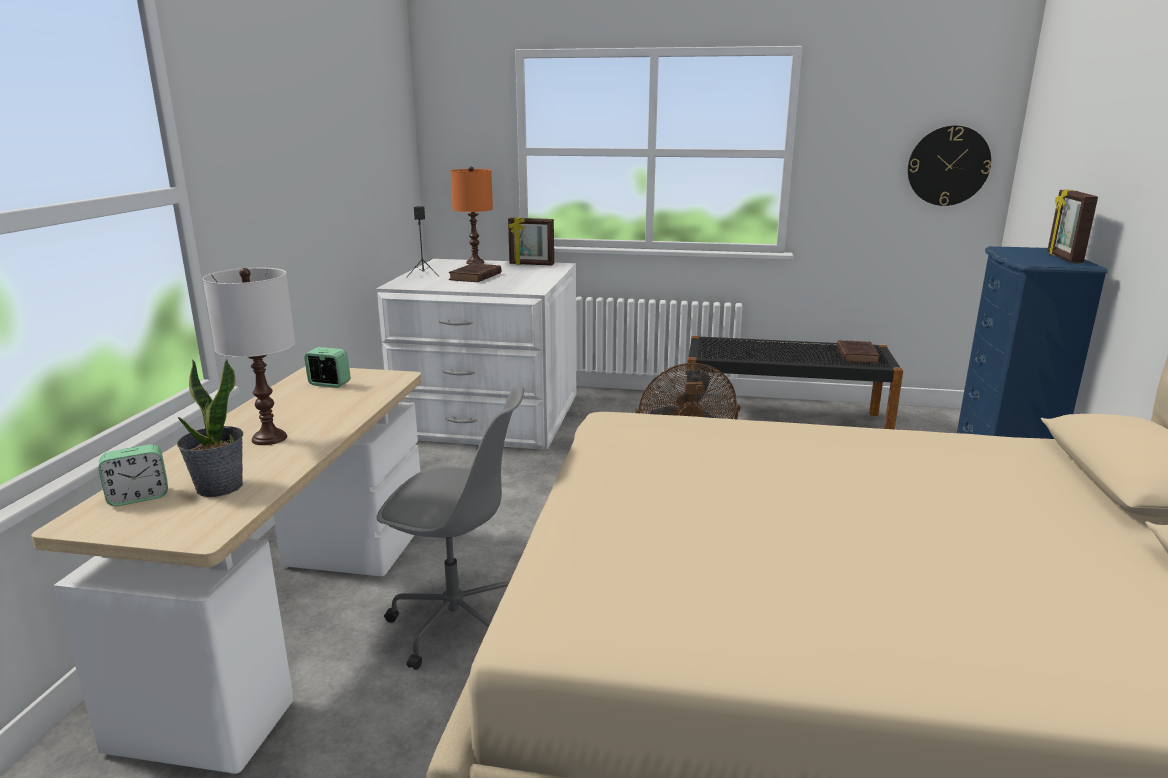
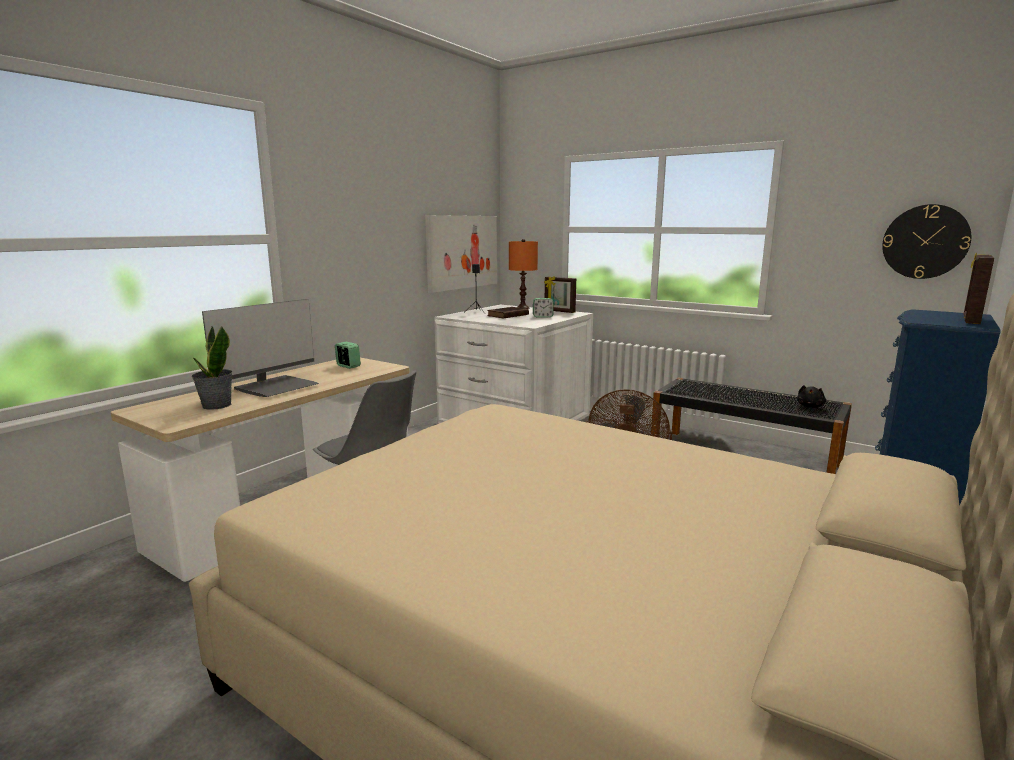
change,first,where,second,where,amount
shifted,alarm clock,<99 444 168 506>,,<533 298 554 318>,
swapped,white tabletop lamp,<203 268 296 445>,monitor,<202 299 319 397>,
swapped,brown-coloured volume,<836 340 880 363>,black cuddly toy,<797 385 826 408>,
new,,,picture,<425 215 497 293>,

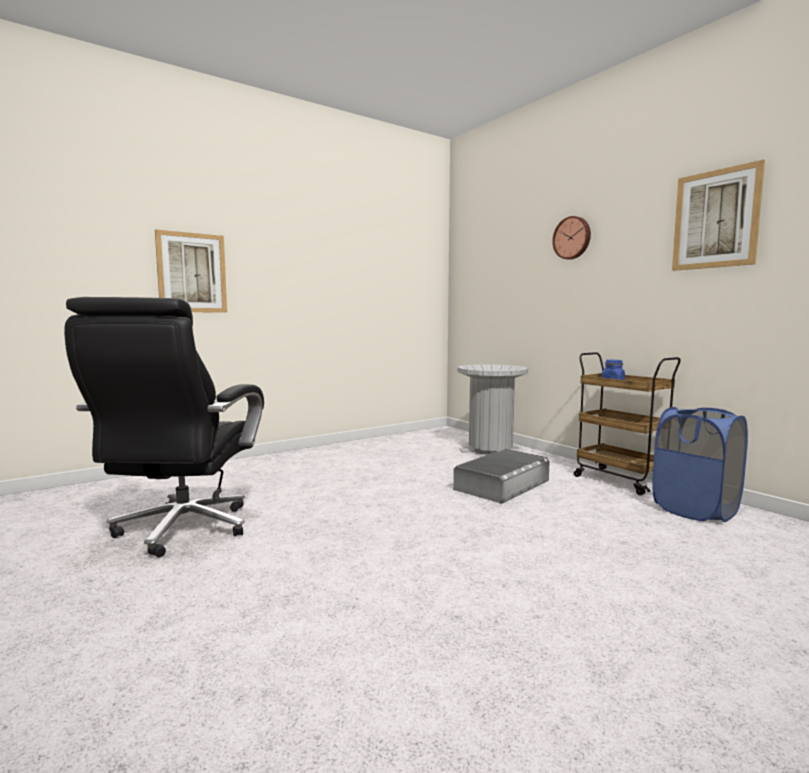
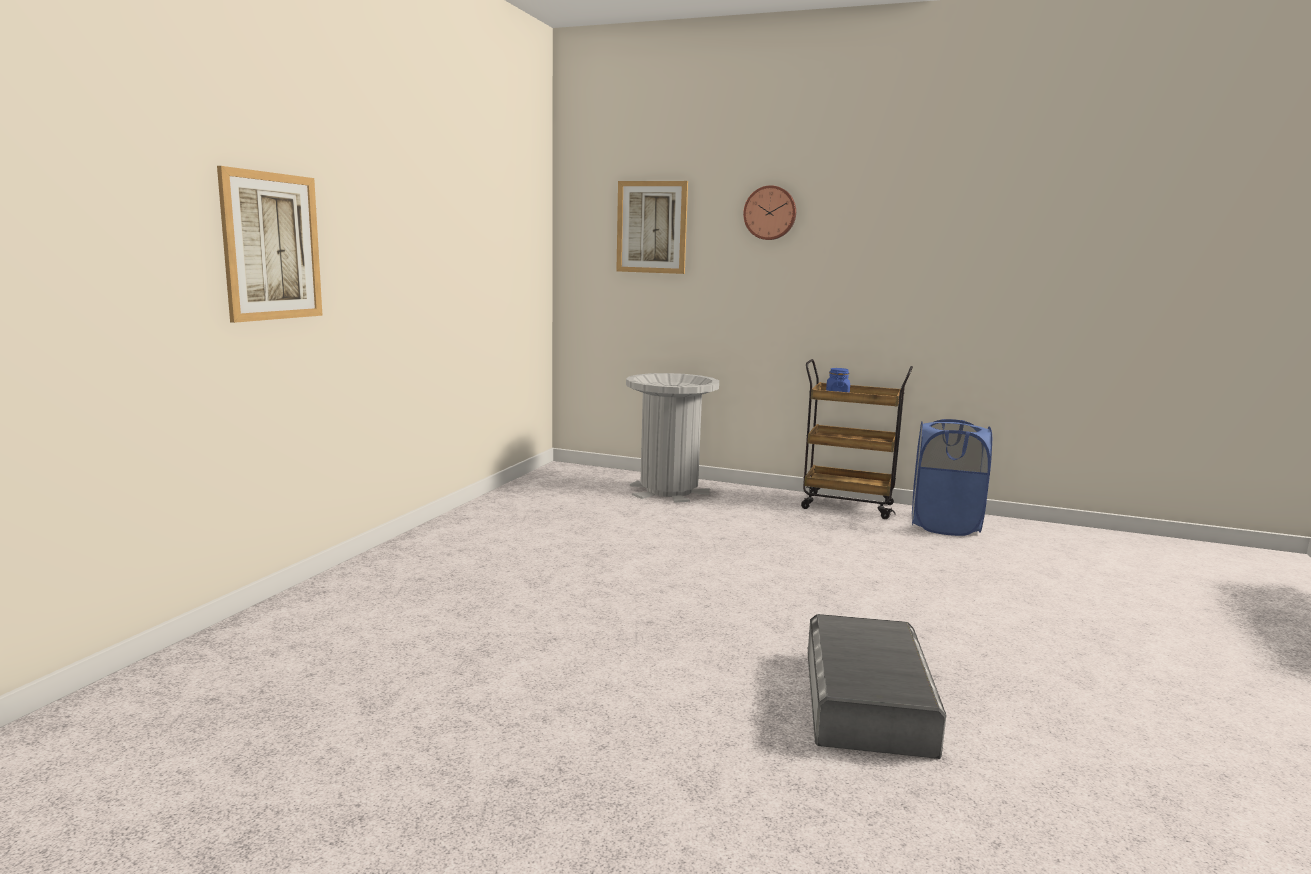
change,first,where,second,where,amount
gone,black computer chair,<64 297 264 557>,,,
shifted,gray storage bin,<453 449 550 504>,,<807 614 946 759>,
shifted,picture,<672 160 765 271>,,<616 181 688 274>,

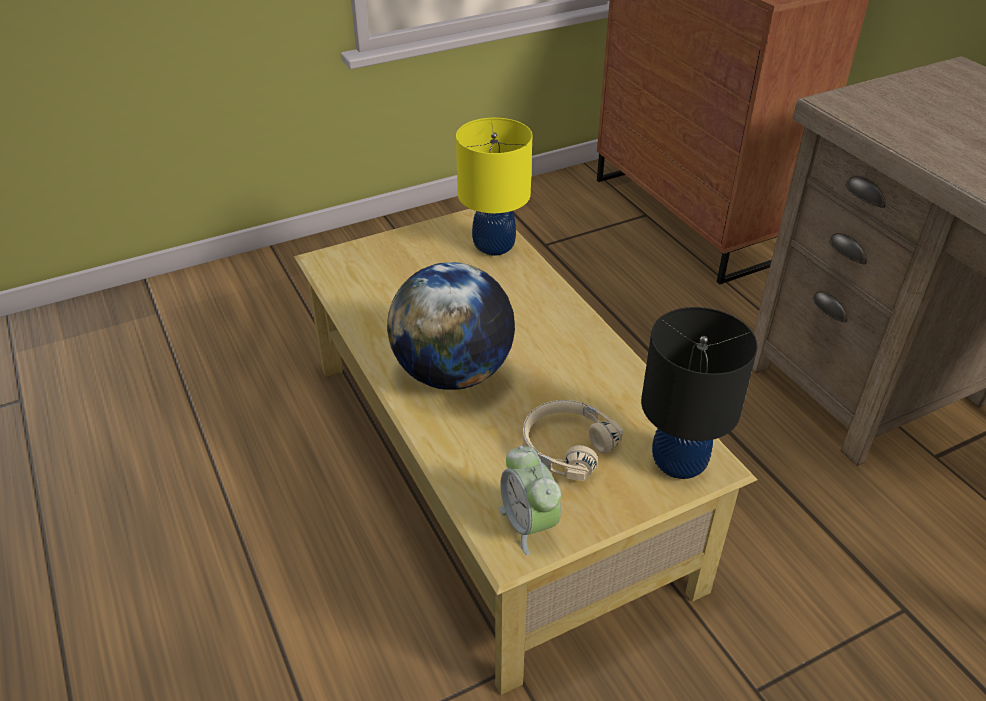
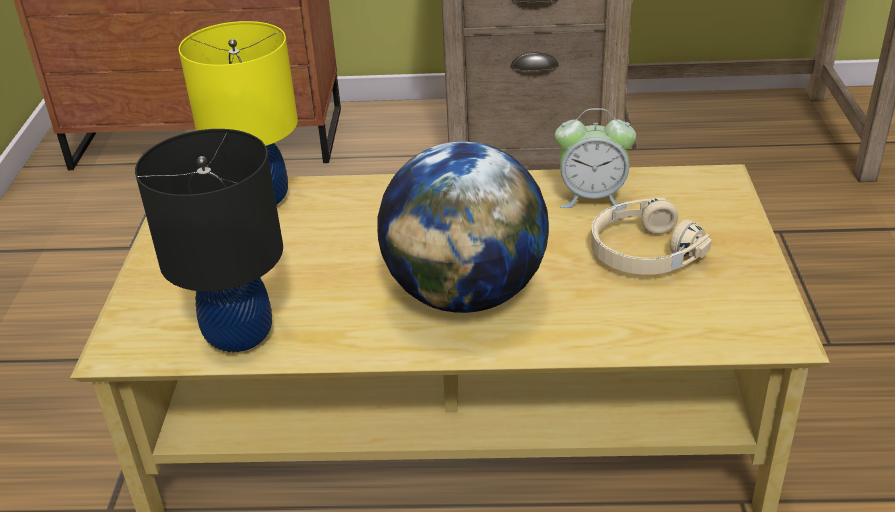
change,first,where,second,where,amount
shifted,alarm clock,<499 445 561 555>,,<555 108 636 208>,
shifted,black tabletop lamp,<641 307 757 479>,,<135 129 283 353>,

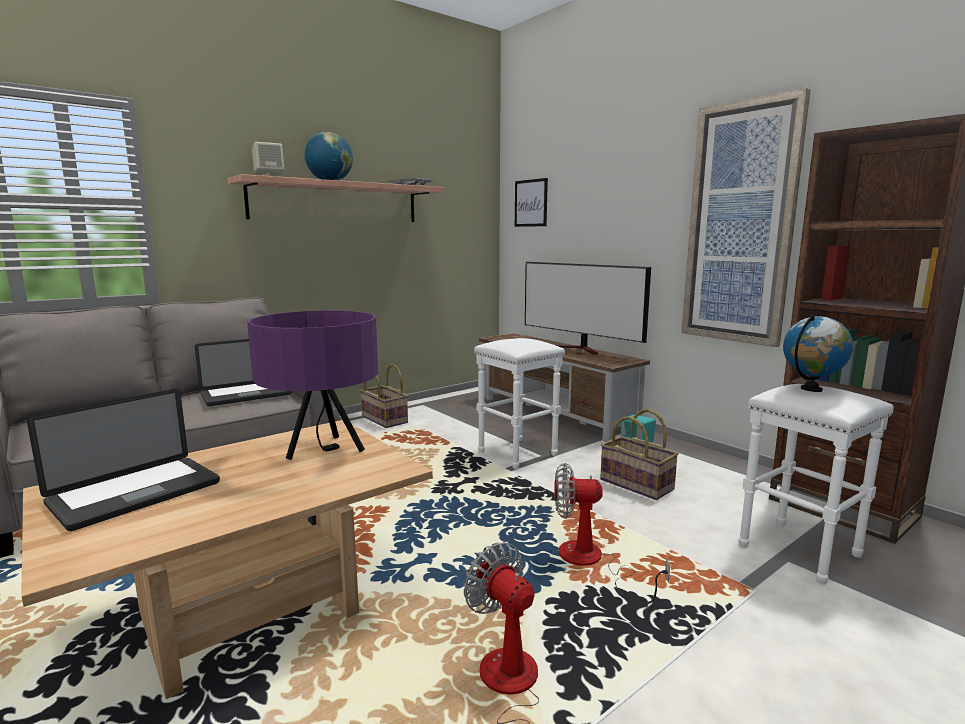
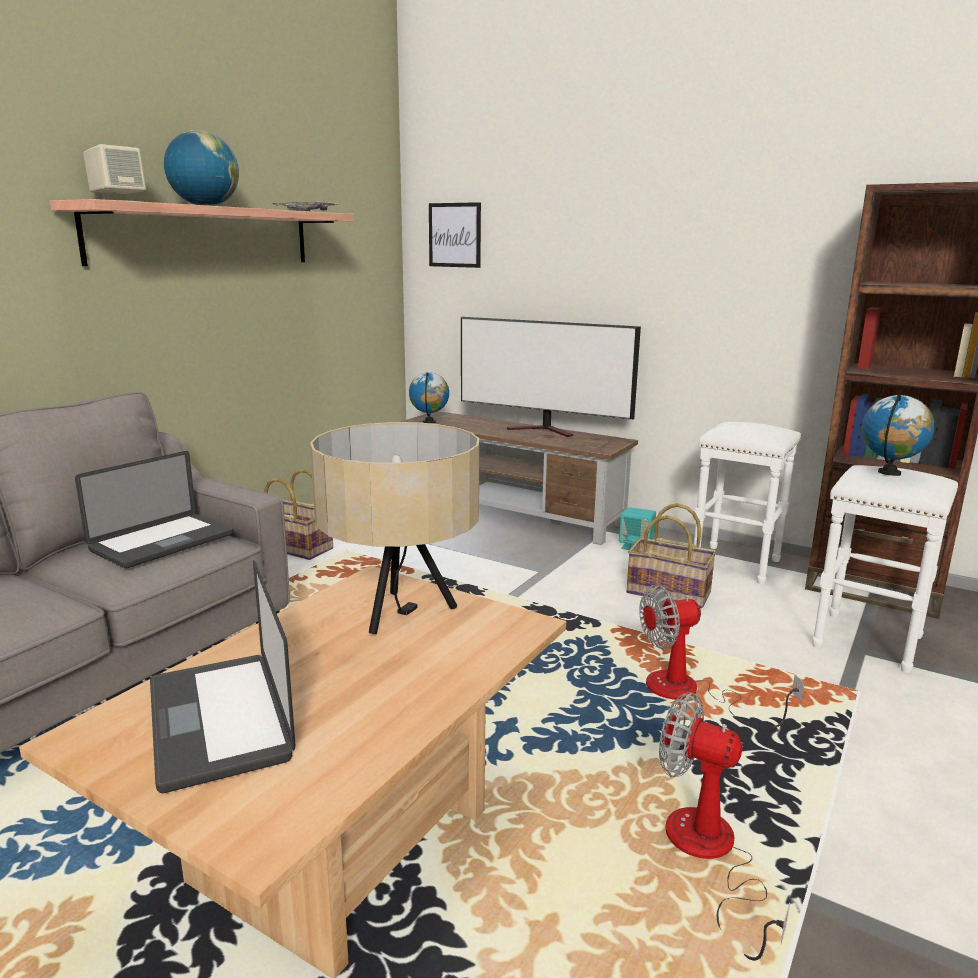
change,first,where,second,where,amount
rotated,laptop,<27 389 220 531>,,<150 560 295 793>,135 degrees clockwise
repainted,purple tabletop lamp,<247 310 378 460>,beige-coloured tabletop lamp,<310 422 479 634>,
shifted,white stool seat,<474 338 565 469>,,<694 422 801 584>,
gone,picture,<681 88 810 347>,,,
new,,,desk globe,<409 372 449 423>,

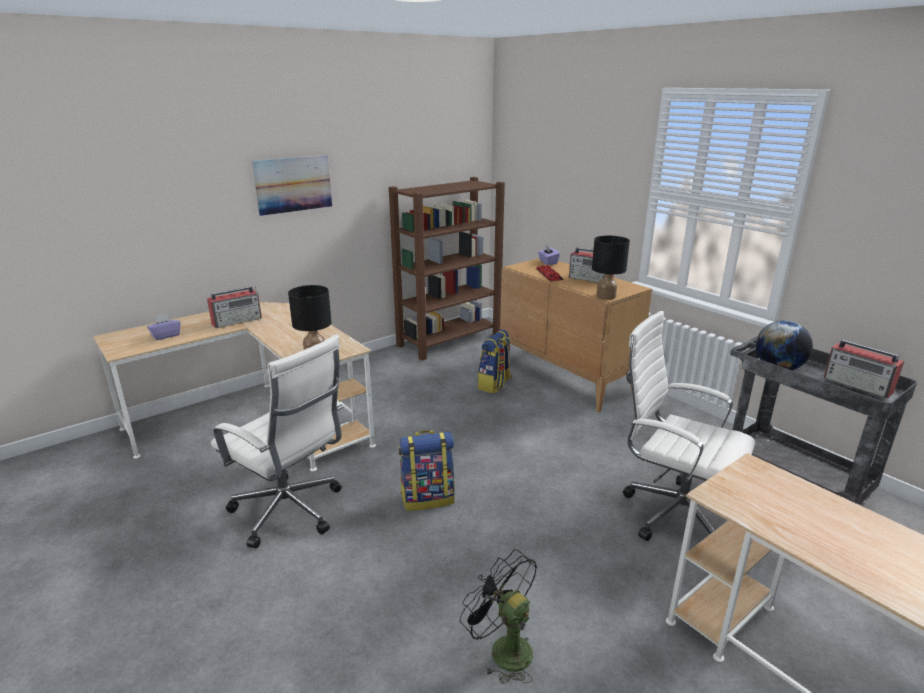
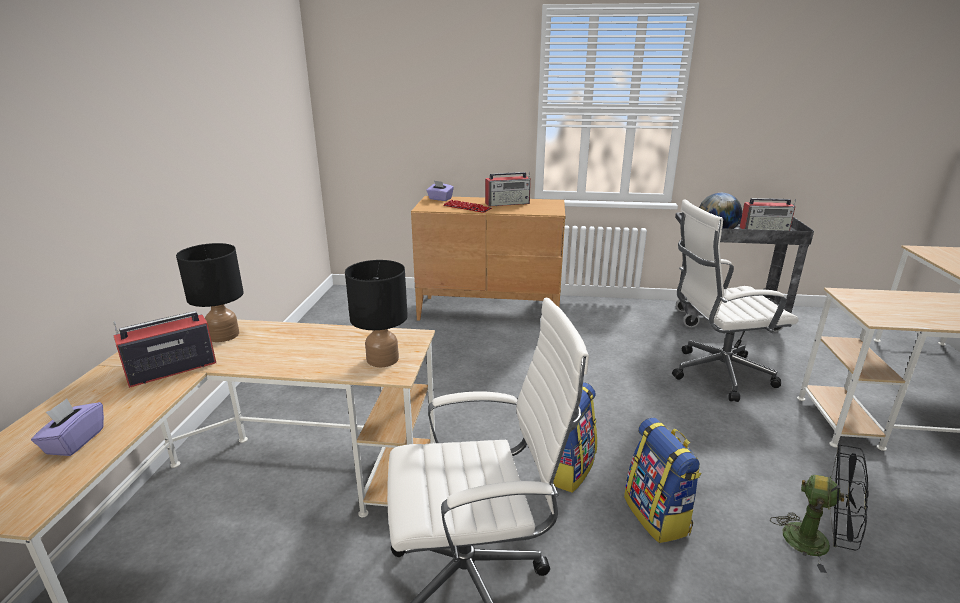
change,first,where,second,where,amount
rotated,radio receiver,<207 286 262 328>,,<113 311 216 388>,135 degrees counterclockwise
gone,picture,<252 155 332 216>,,,
gone,brown-coloured bookcase,<389 177 505 361>,,,
rotated,black cooling fan,<460 549 537 684>,,<770 444 869 573>,150 degrees counterclockwise
shifted,backpack,<478 330 512 394>,,<624 418 702 543>,
shifted,black tabletop lamp,<592 236 630 300>,,<176 243 244 342>,

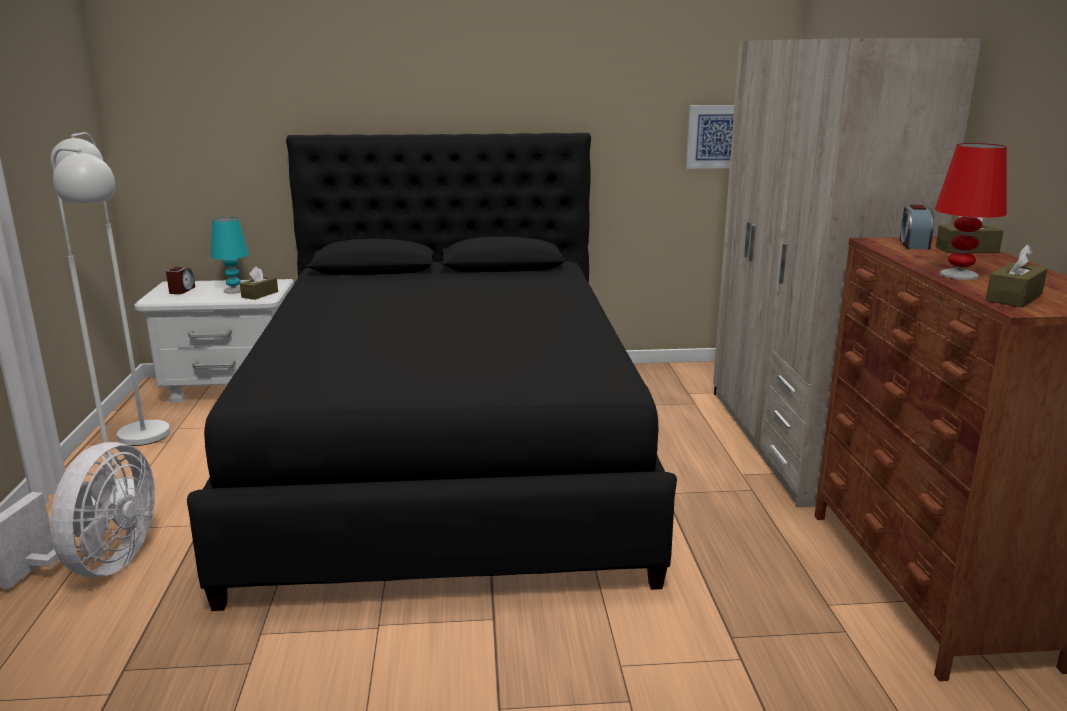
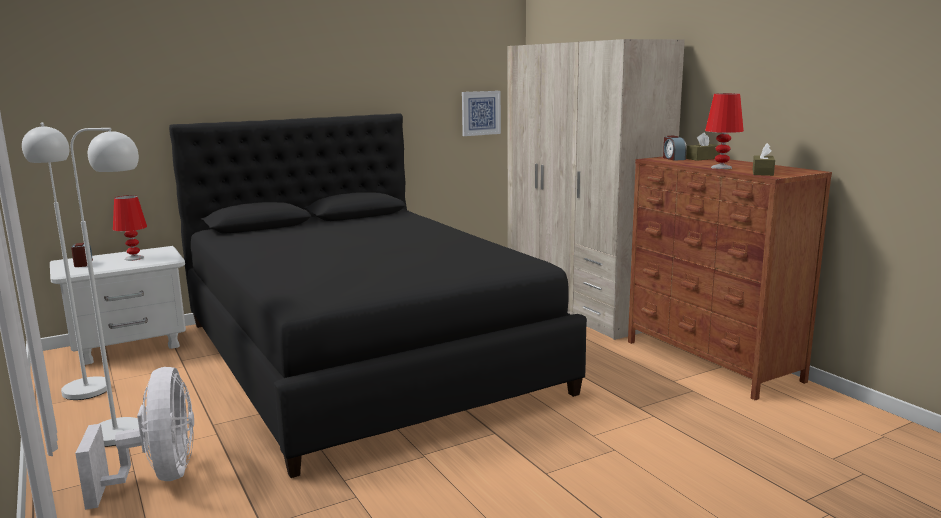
change,first,where,second,where,amount
repainted,turquoise-coloured tabletop lamp,<211 217 249 294>,red-coloured tabletop lamp,<113 195 147 261>,
gone,brown-coloured tissue holder,<240 266 278 300>,,,

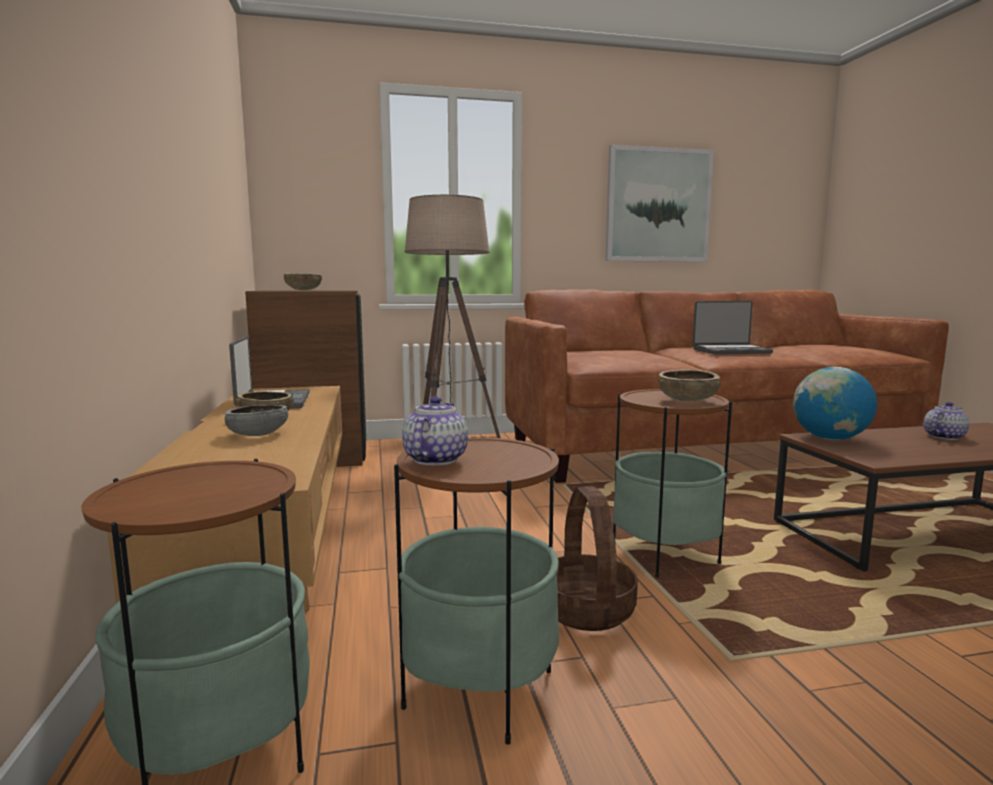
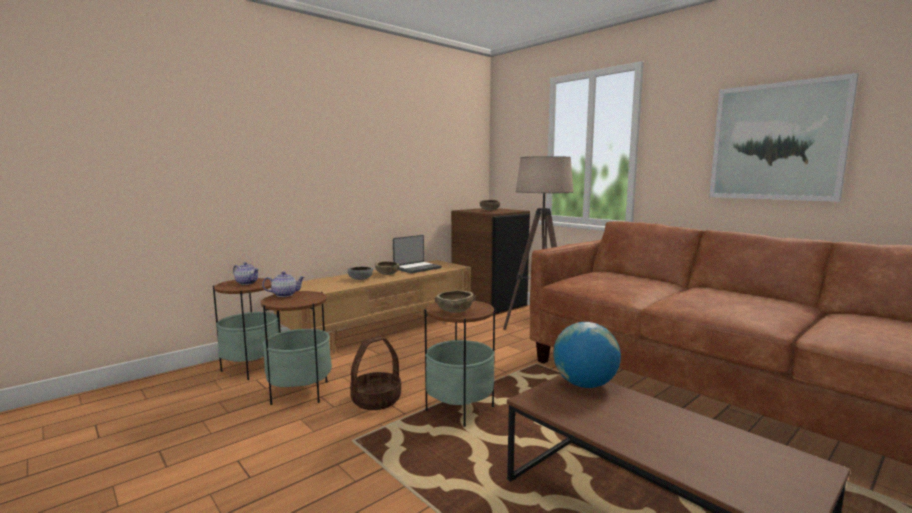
change,first,where,second,where,amount
gone,laptop,<692 301 773 354>,,,
shifted,tea pot,<923 402 969 440>,,<233 262 259 285>,

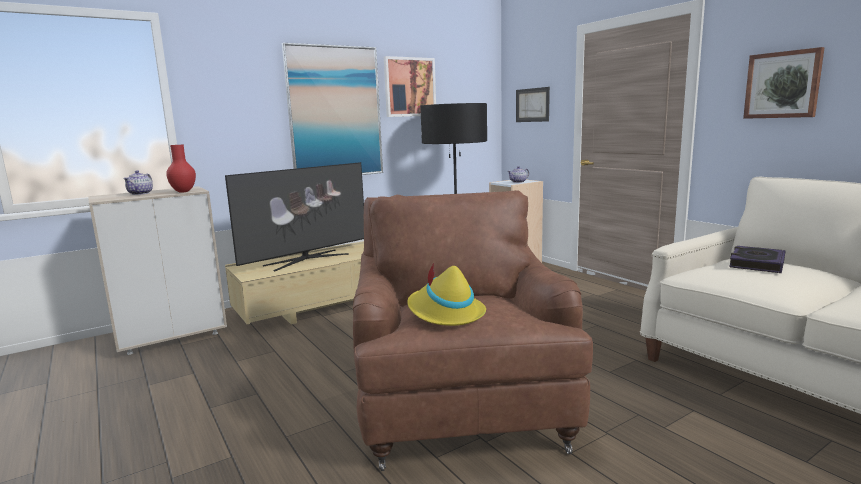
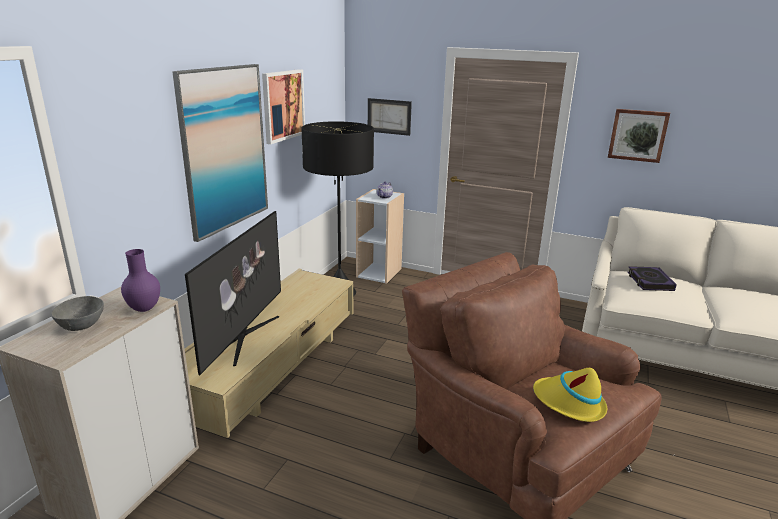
change,first,where,second,where,amount
swapped,tea pot,<123 170 153 195>,gray bowl,<51 296 104 331>,
repainted,red-coloured decorative vase,<166 145 196 193>,purple decorative vase,<121 249 160 312>,

